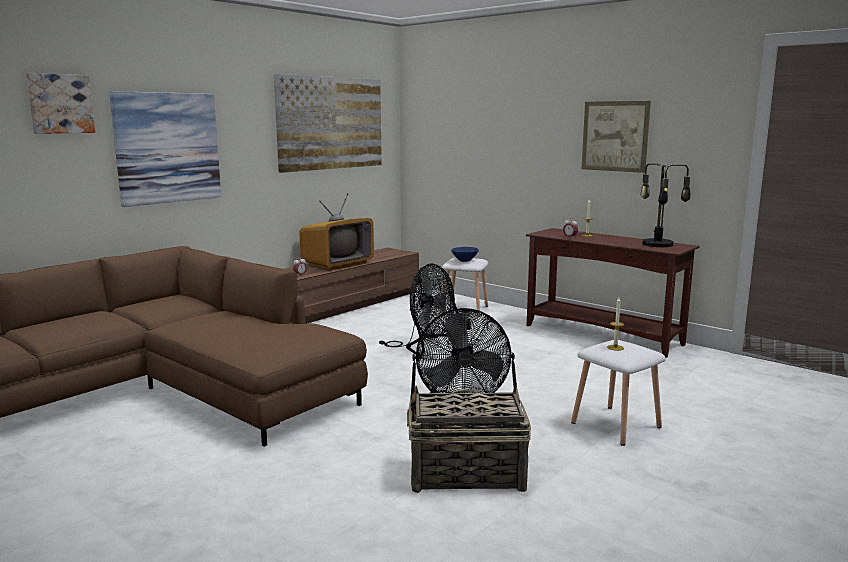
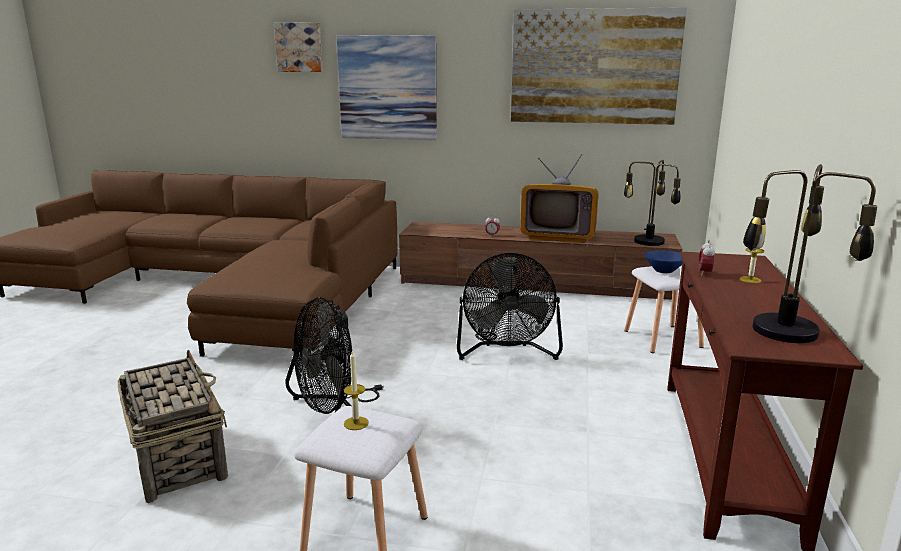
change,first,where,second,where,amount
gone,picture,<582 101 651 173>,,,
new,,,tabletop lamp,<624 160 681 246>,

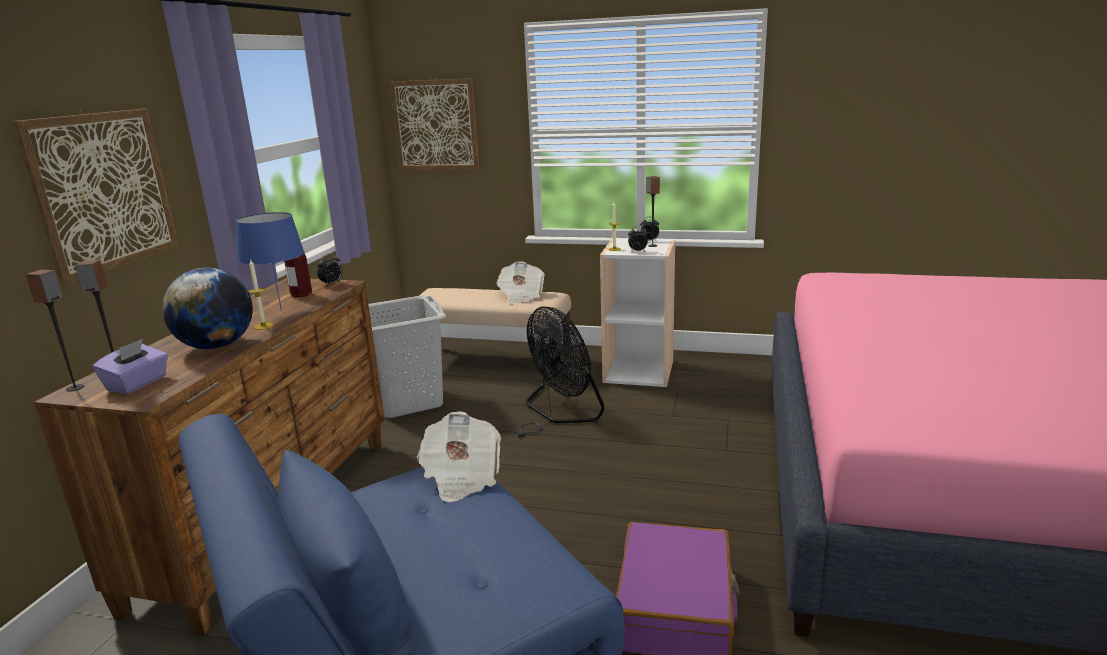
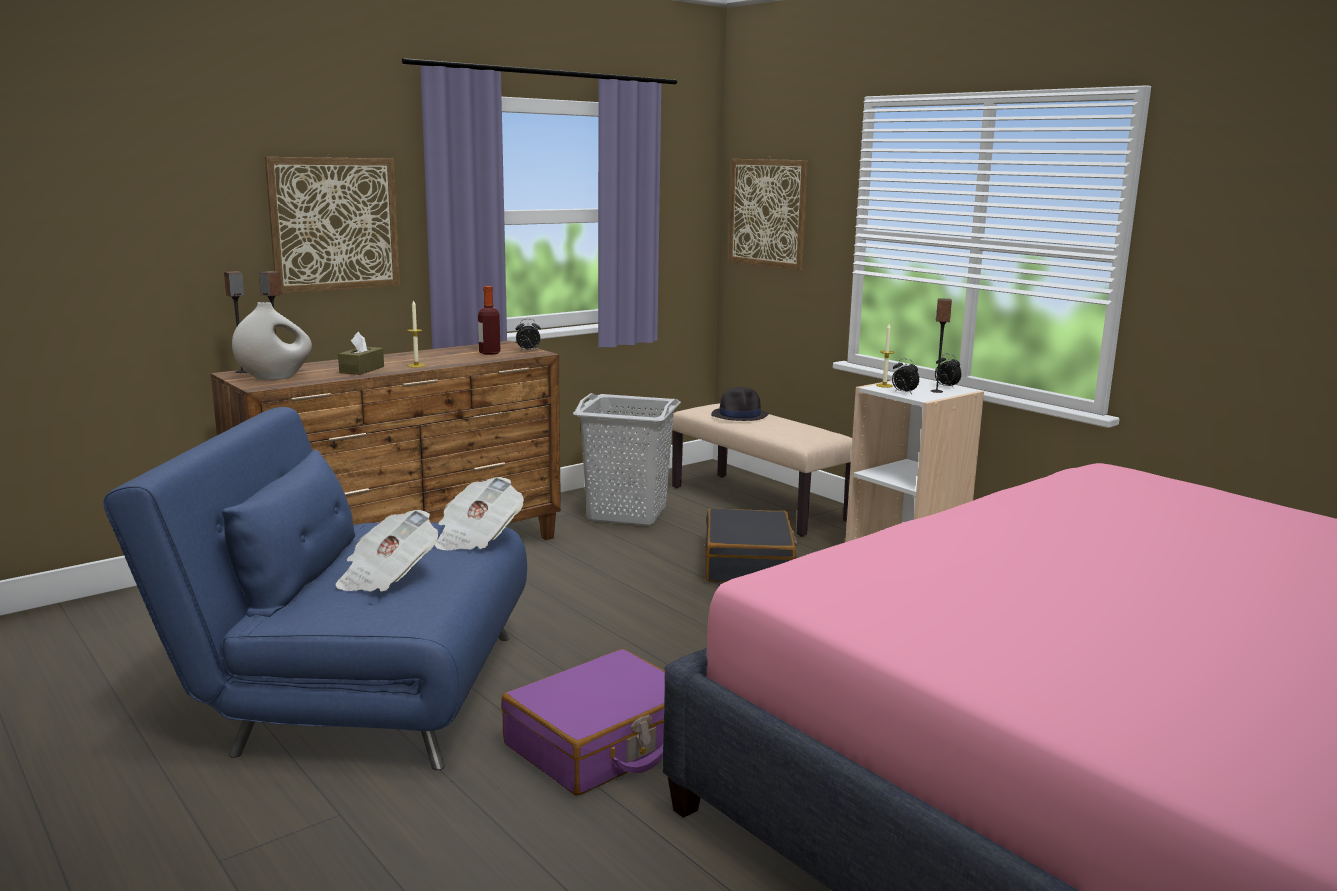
change,first,where,second,where,amount
swapped,purple tissue holder,<93 339 168 394>,white decorative vase,<232 302 312 380>,
swapped,desk globe,<162 268 253 349>,brown-coloured tissue holder,<338 332 384 375>,
gone,bluish tabletop lamp,<236 212 304 310>,,,
shifted,newspaper,<496 261 545 304>,,<336 510 438 592>,
swapped,black cooling fan,<515 306 604 437>,black piece of luggage,<705 508 798 582>,
new,,,black clothing hat,<711 387 769 421>,

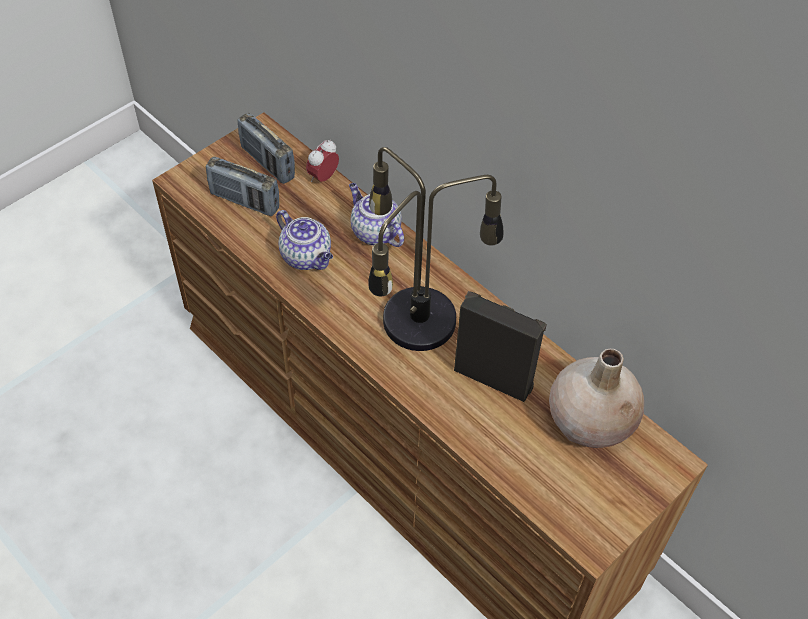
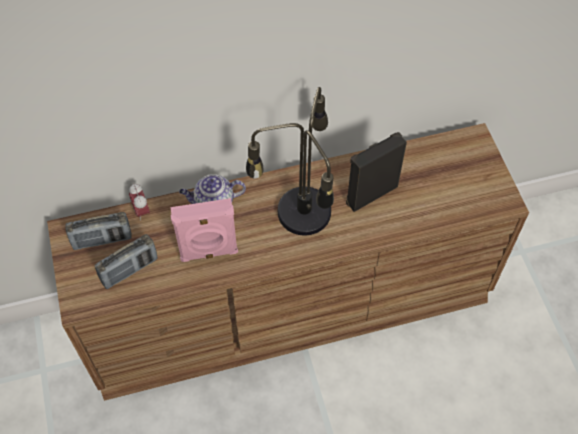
change,first,where,second,where,amount
swapped,tea pot,<276 210 333 270>,pinkish loudspeaker,<171 198 238 262>,
gone,beige-coloured decorative vase,<549 349 644 448>,,,

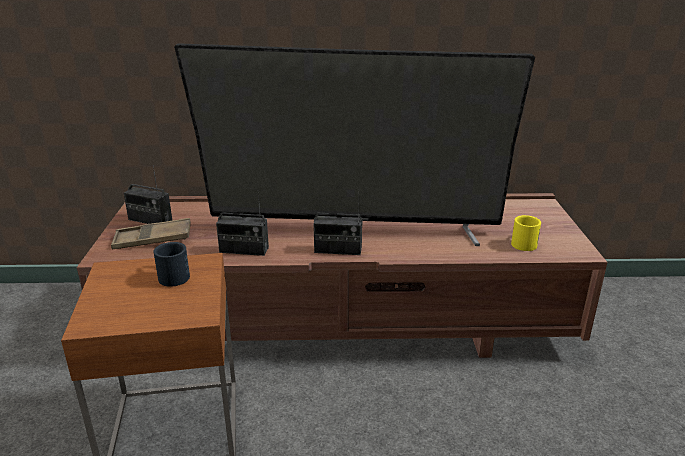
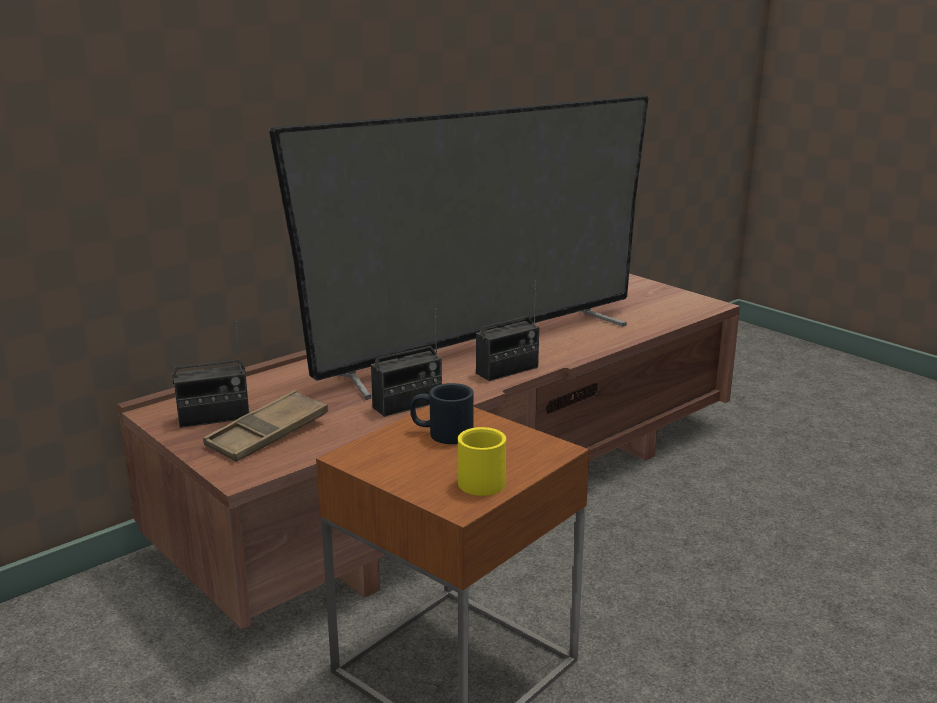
change,first,where,second,where,amount
shifted,yellow-coloured coffee mug,<511 215 541 251>,,<458 427 506 496>,

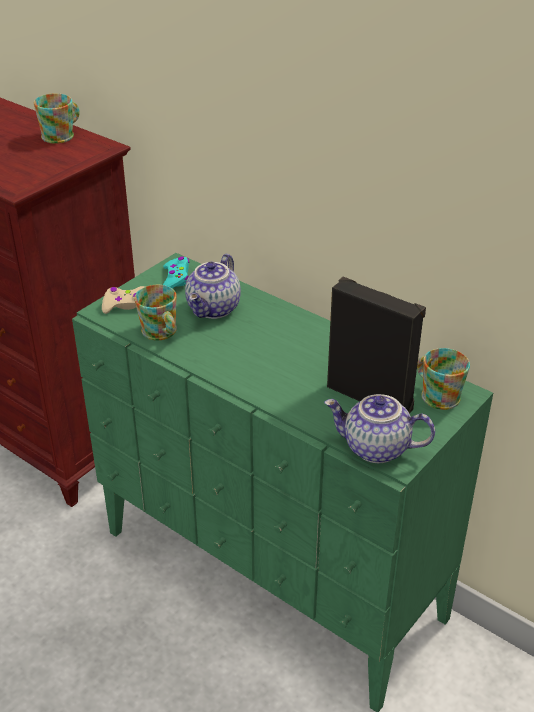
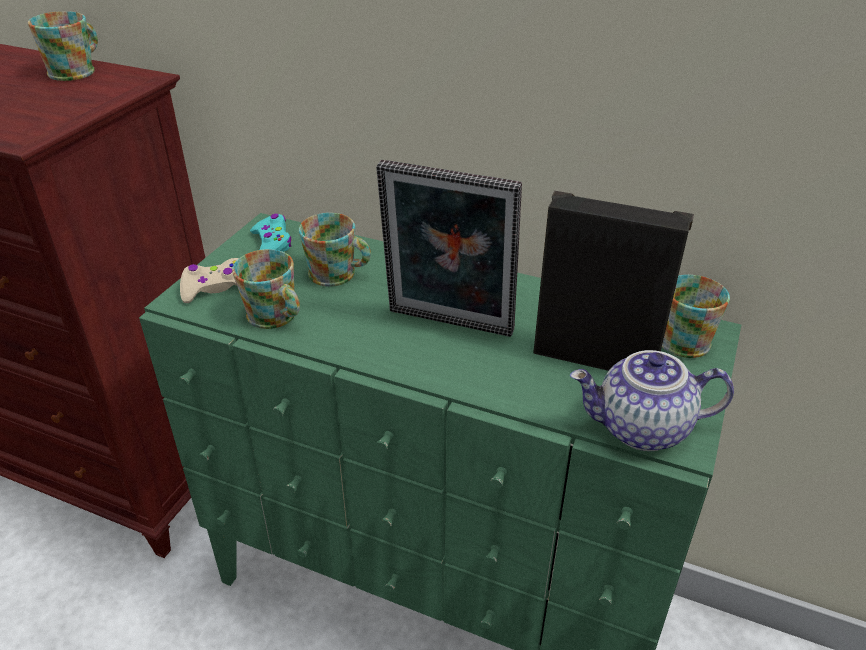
change,first,where,second,where,amount
swapped,tea pot,<185 253 241 319>,coffee mug,<299 213 371 287>,
new,,,picture frame,<376 160 522 337>,

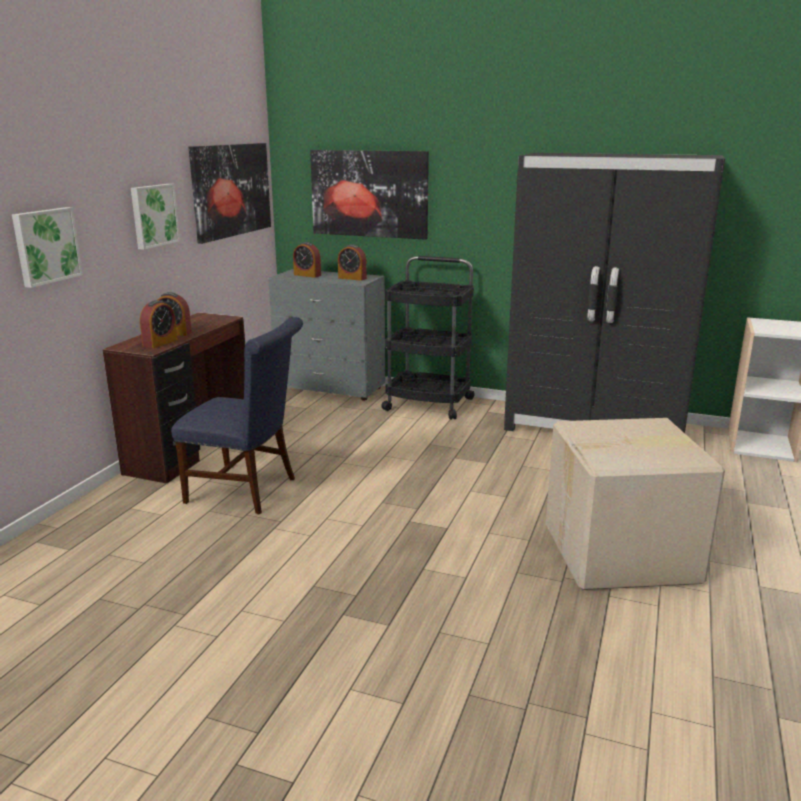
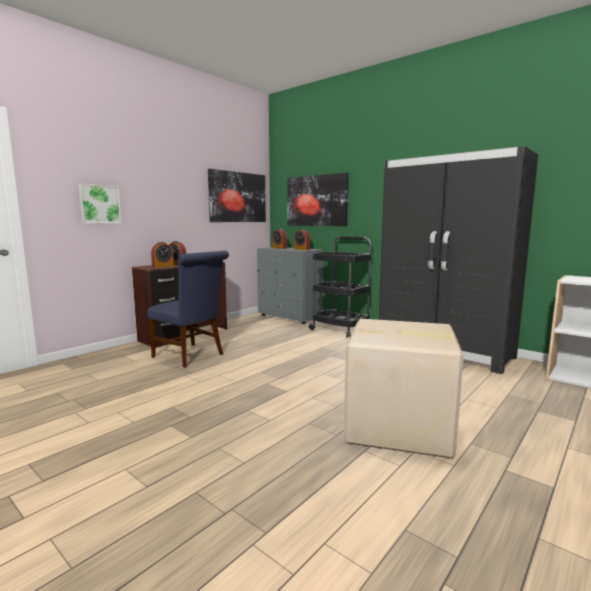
change,first,where,second,where,amount
gone,picture,<131 184 180 250>,,,

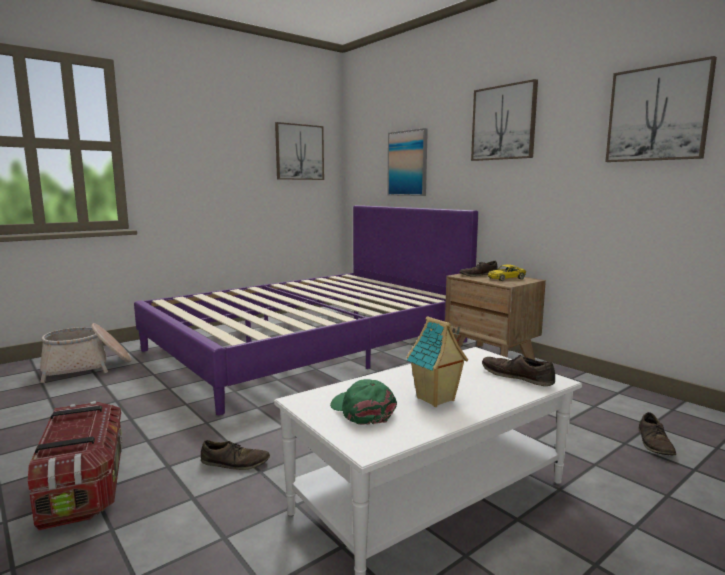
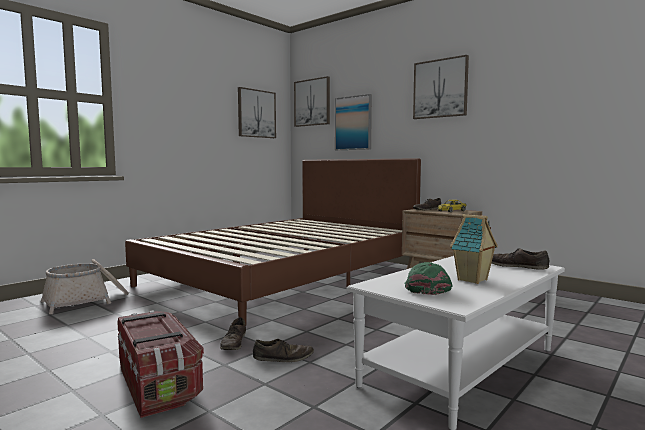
change,first,where,second,where,amount
repainted,purple bedroom bed,<134 205 478 415>,brown-coloured bedroom bed,<125 158 421 324>,
rotated,green-coloured cap,<330 379 397 425>,,<404 262 453 295>,45 degrees clockwise
shifted,picture,<605 56 717 162>,,<294 76 330 127>,
shifted,brown-coloured shoe,<638 412 676 455>,,<220 317 246 350>,

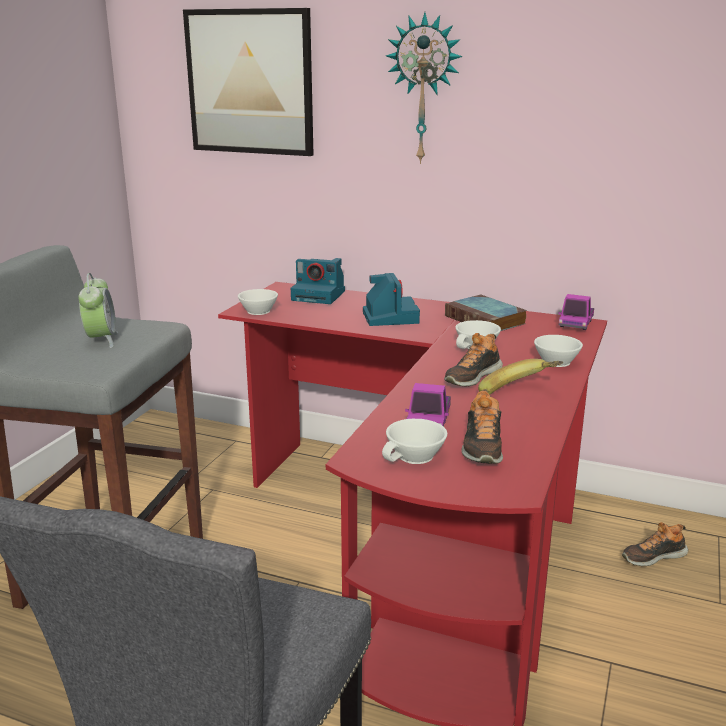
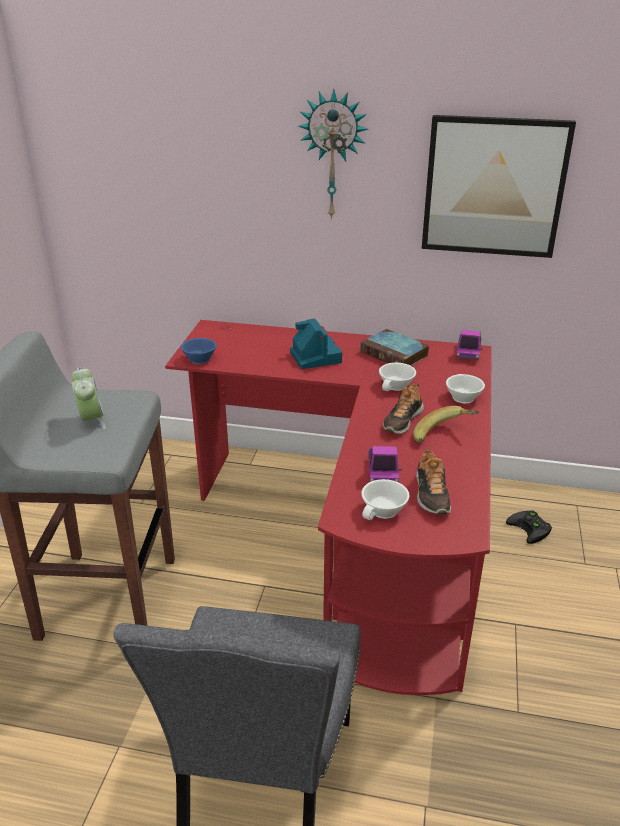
change,first,where,second,where,amount
shifted,picture,<183 8 314 156>,,<422 115 576 258>,
repainted,white small cup,<238 289 278 315>,bluish small cup,<181 338 216 364>,
gone,still camera,<290 258 345 304>,,,
swapped,shoe,<622 522 688 566>,black game controller,<506 510 552 544>,

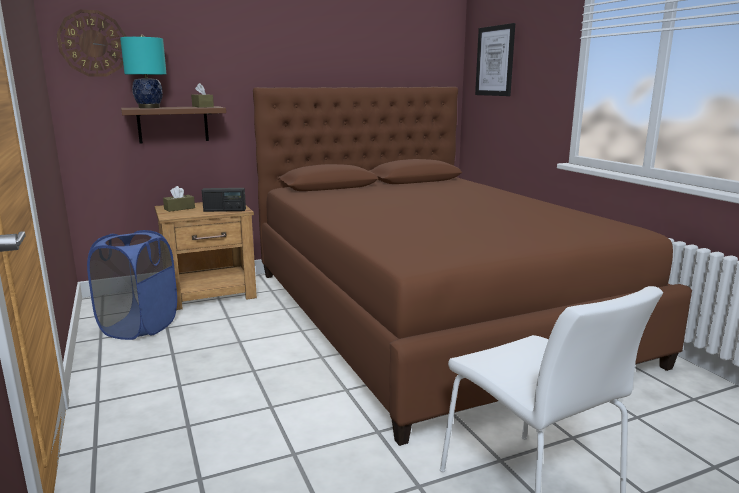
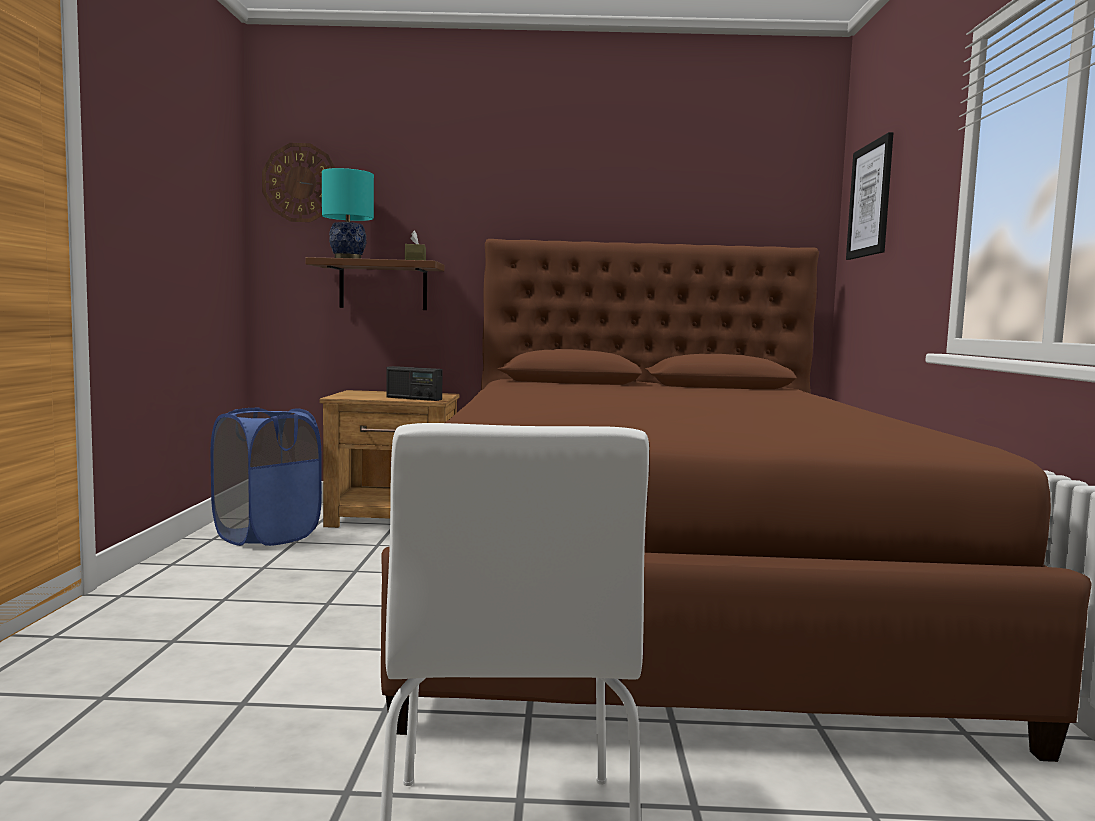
change,first,where,second,where,amount
gone,brown-coloured tissue holder,<163 186 195 212>,,,

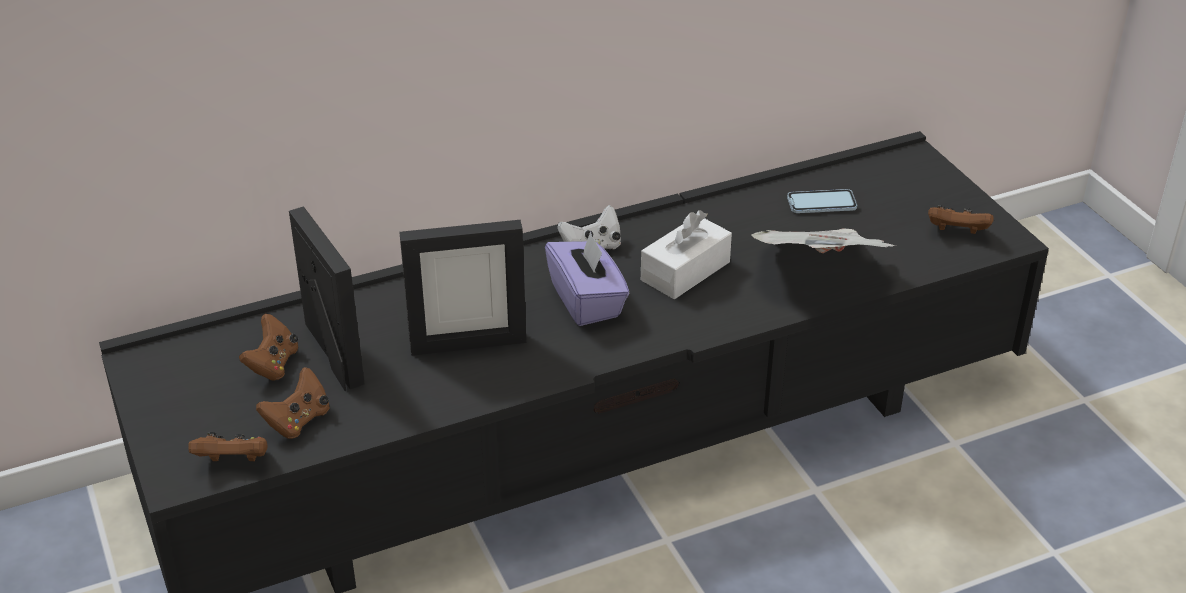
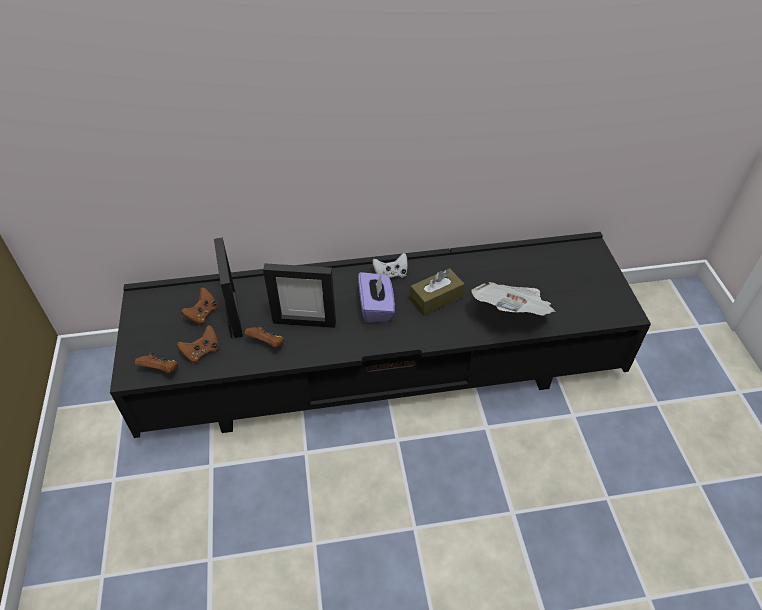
change,first,where,second,where,amount
repainted,white tissue holder,<641 210 732 299>,brown-coloured tissue holder,<410 268 465 316>,
gone,phone,<787 189 857 213>,,,
shifted,brown-coloured game controller,<928 205 994 234>,,<244 325 285 347>,

